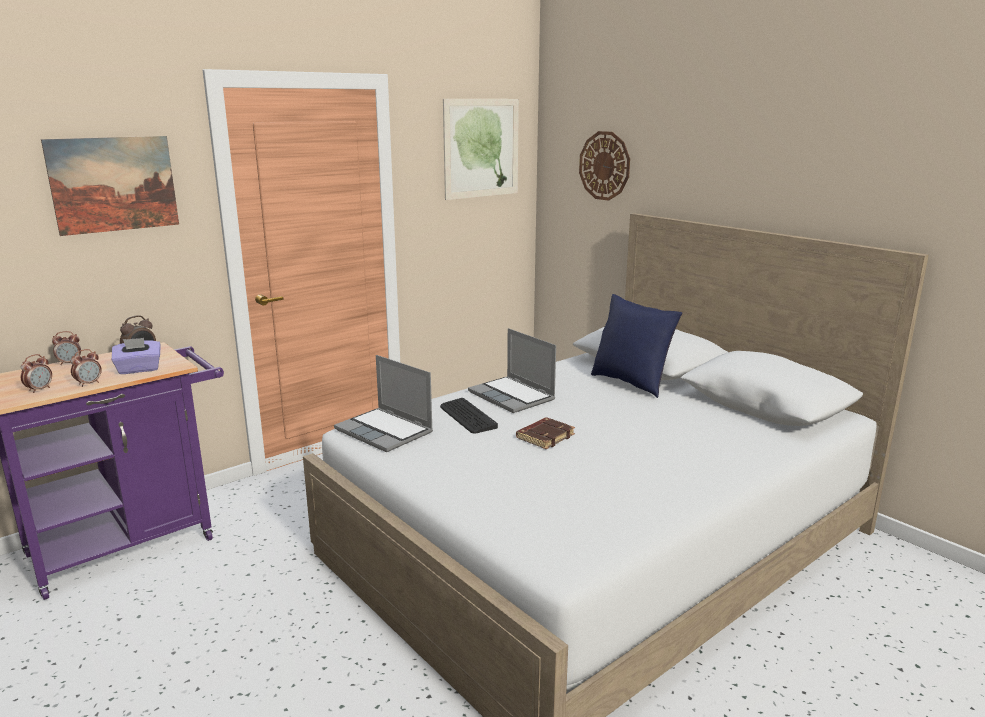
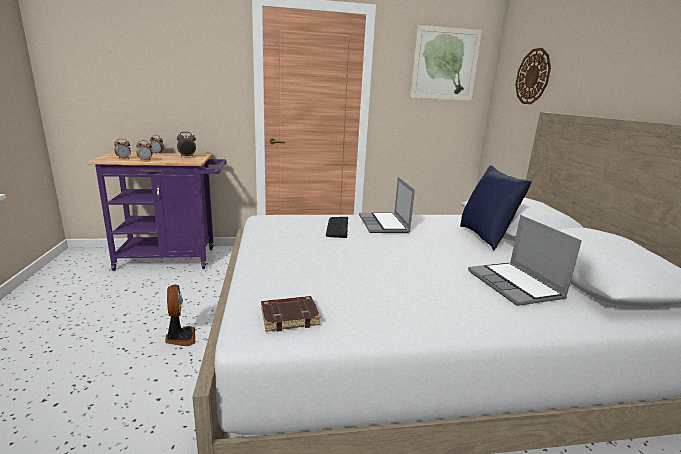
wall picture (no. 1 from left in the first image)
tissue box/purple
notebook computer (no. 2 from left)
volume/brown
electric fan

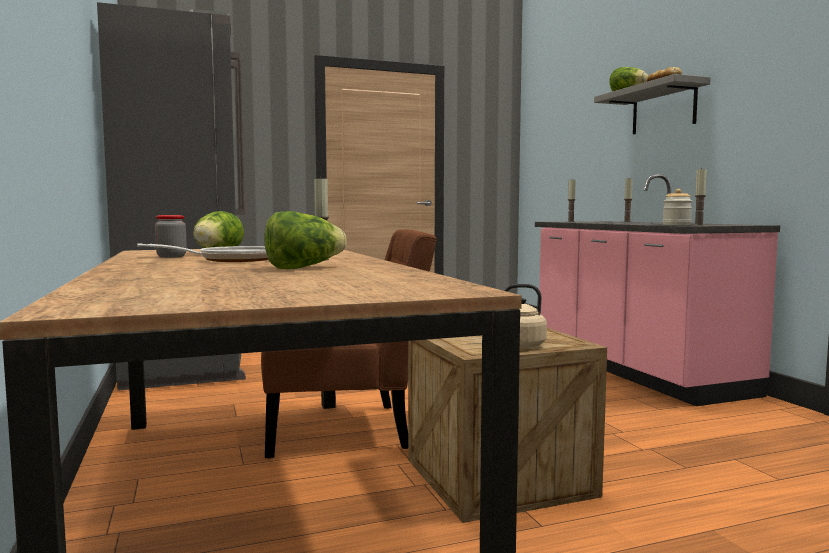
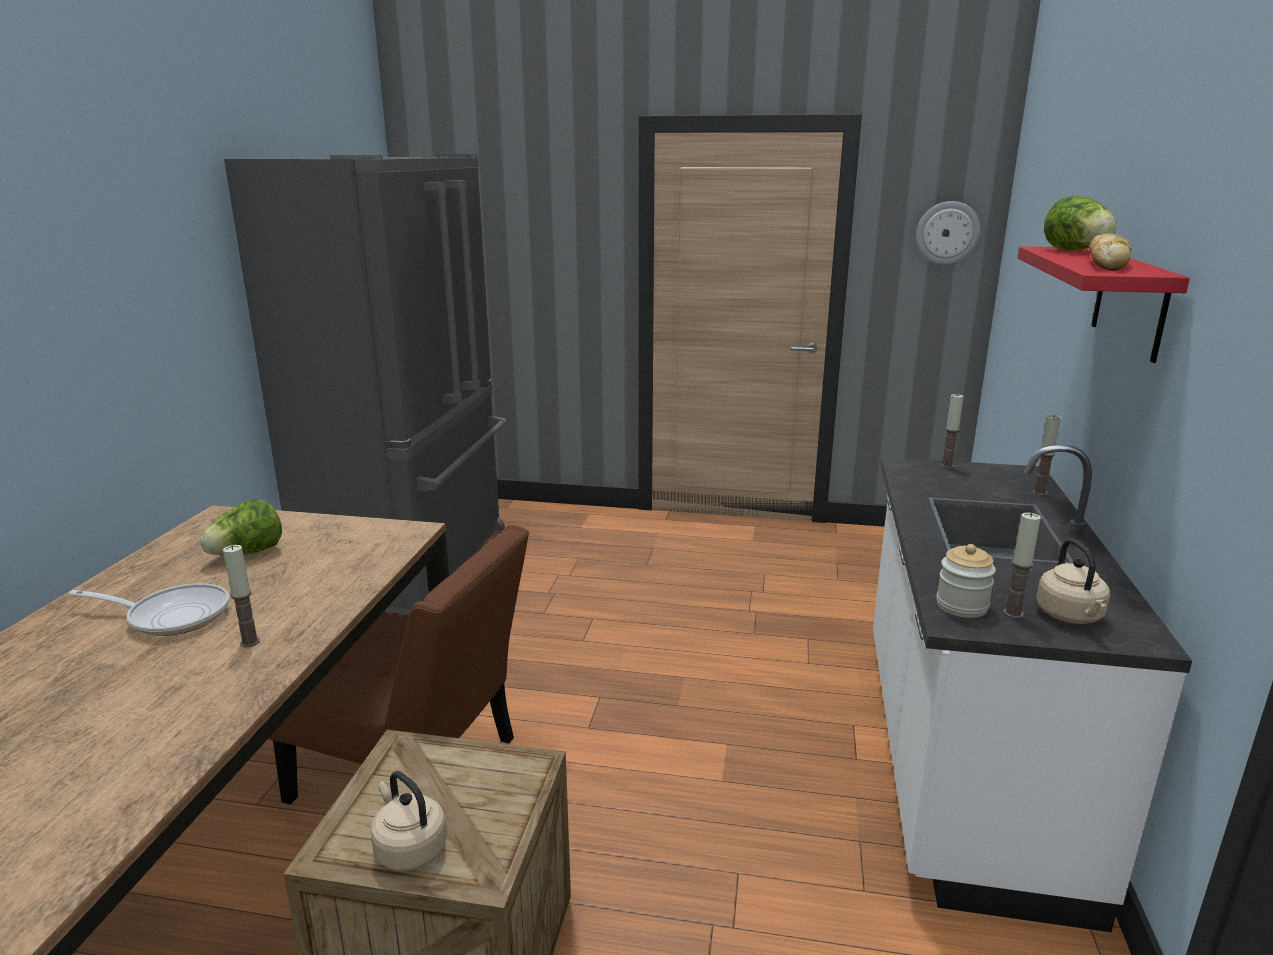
preserve jar (no. 1 from left in the first image)
lettuce head (no. 2 from left in the first image)
kitchen counter/whitish
bracket shelf/red-coloured
hanging clock
kettle/beige (no. 2 from left)

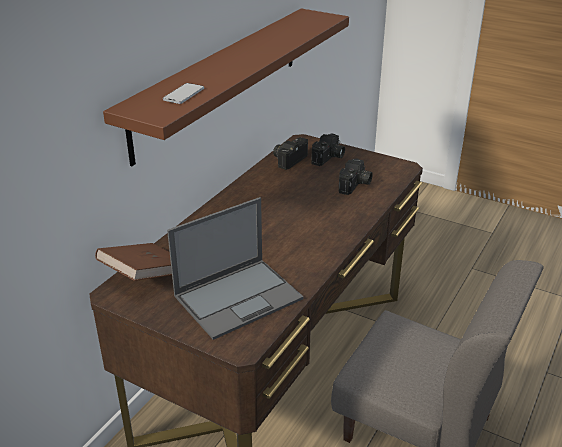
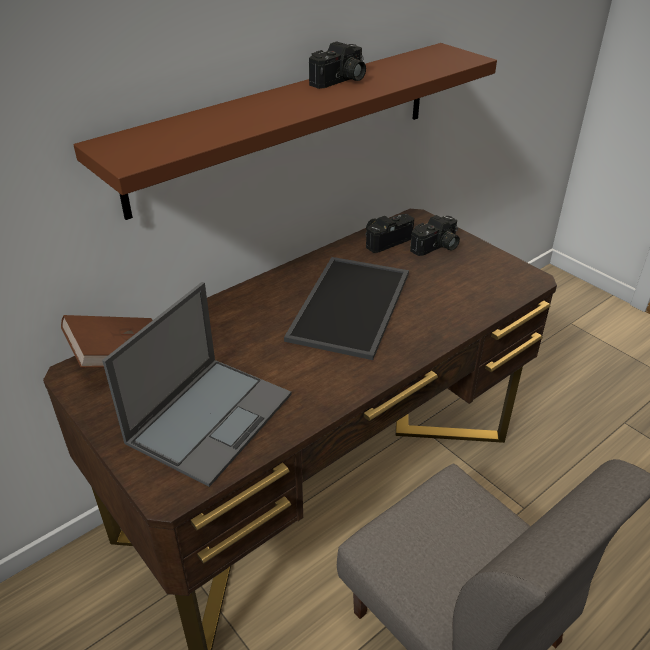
handset
notebook computer
still camera (no. 1 from left)
serving tray

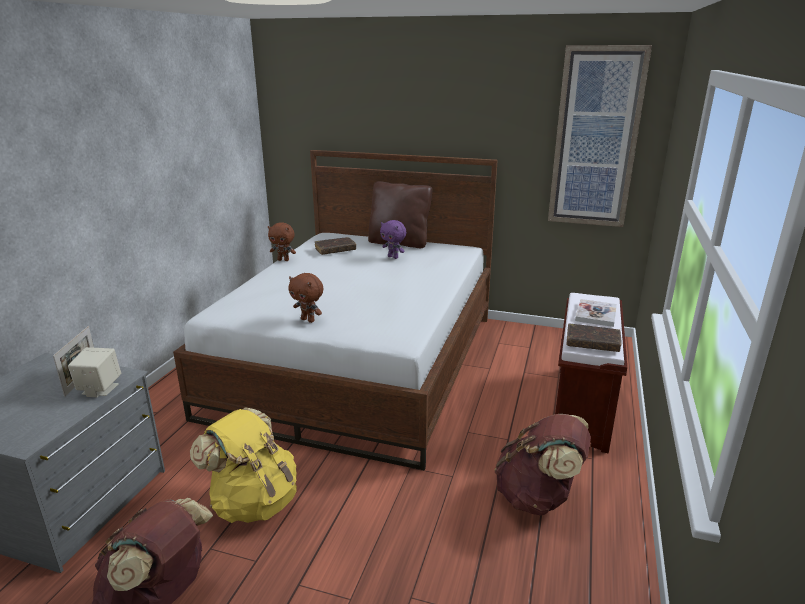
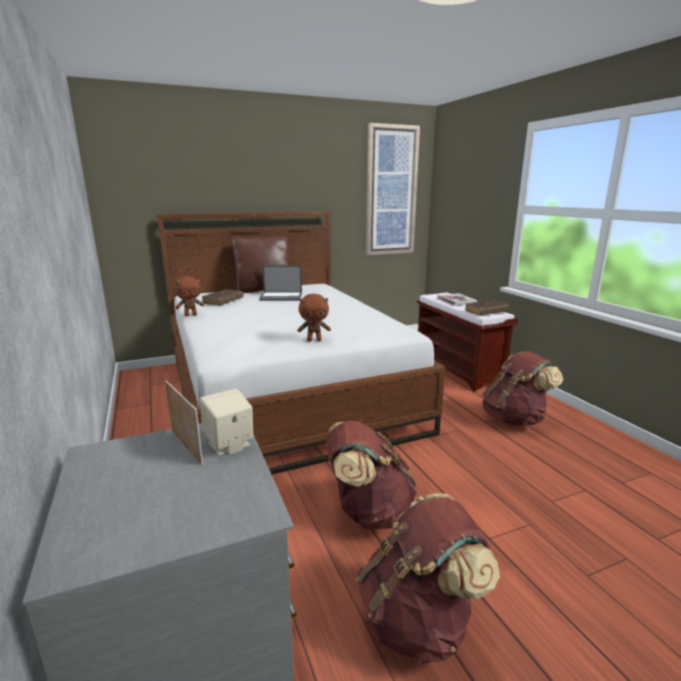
knapsack/brown (no. 1 from left)
notebook computer

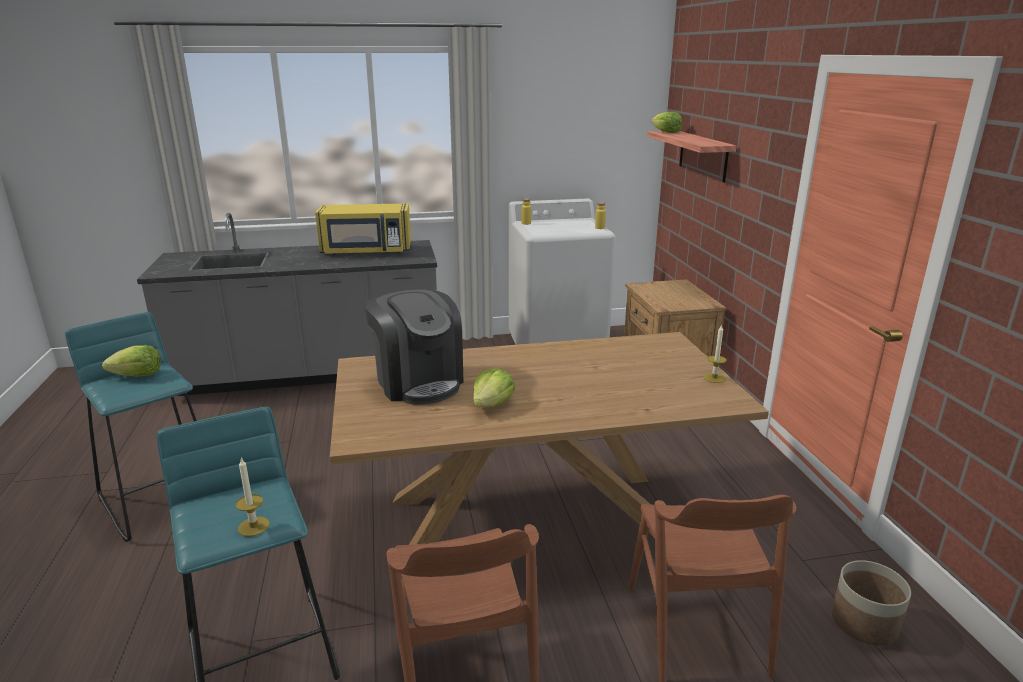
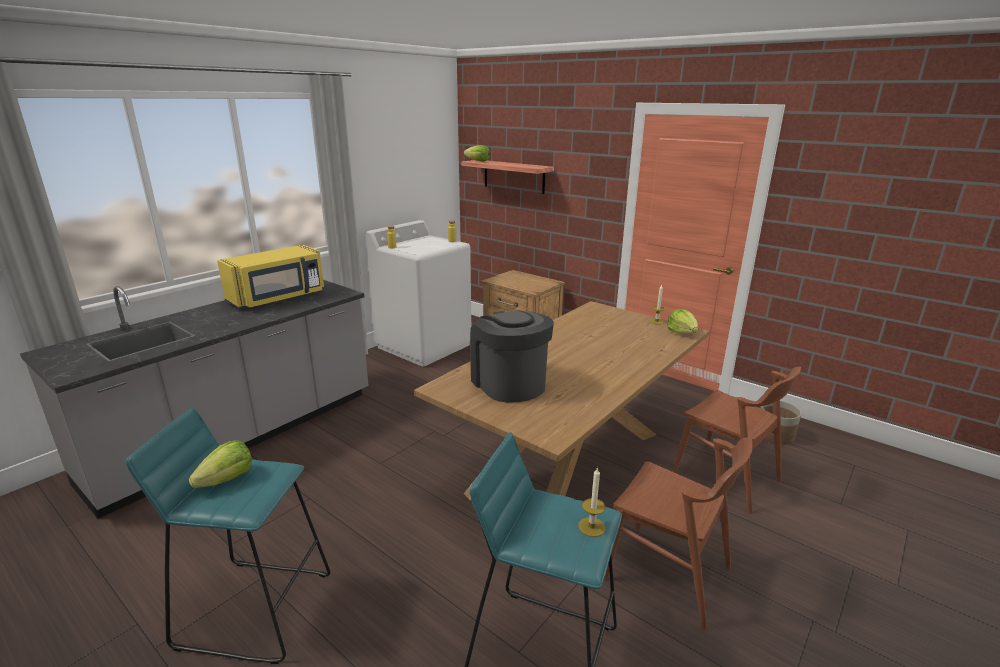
coffee maker
lettuce head (no. 3 from left)

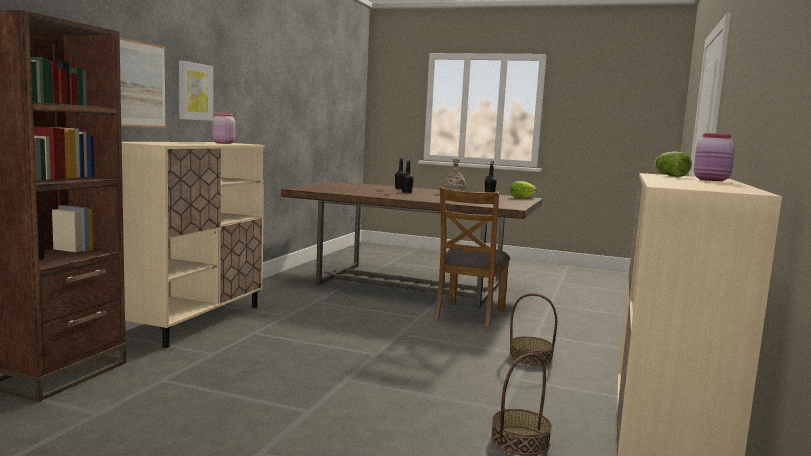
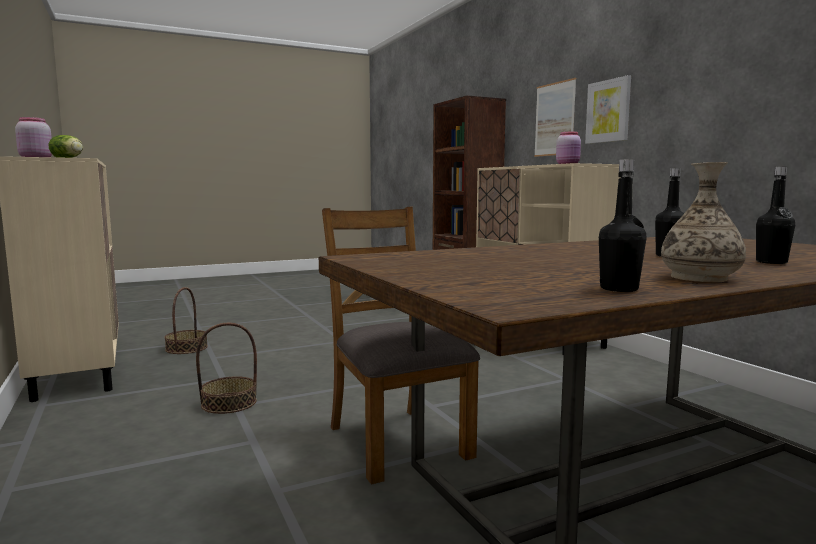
lettuce head (no. 1 from left in the first image)

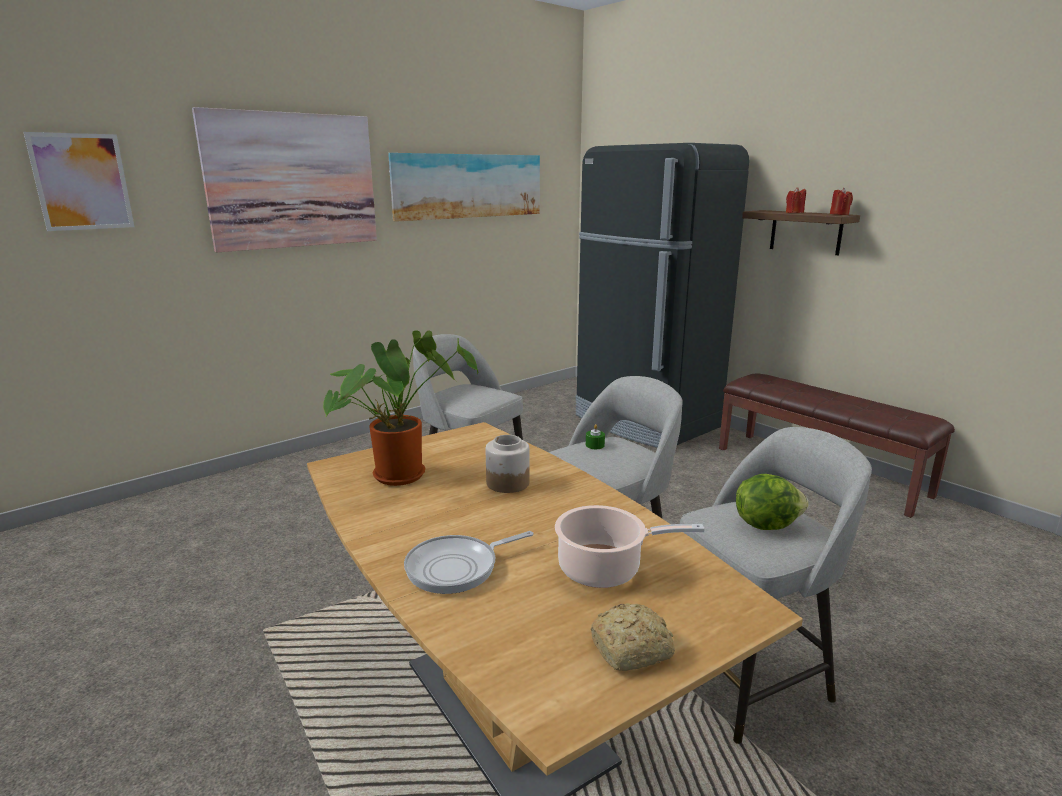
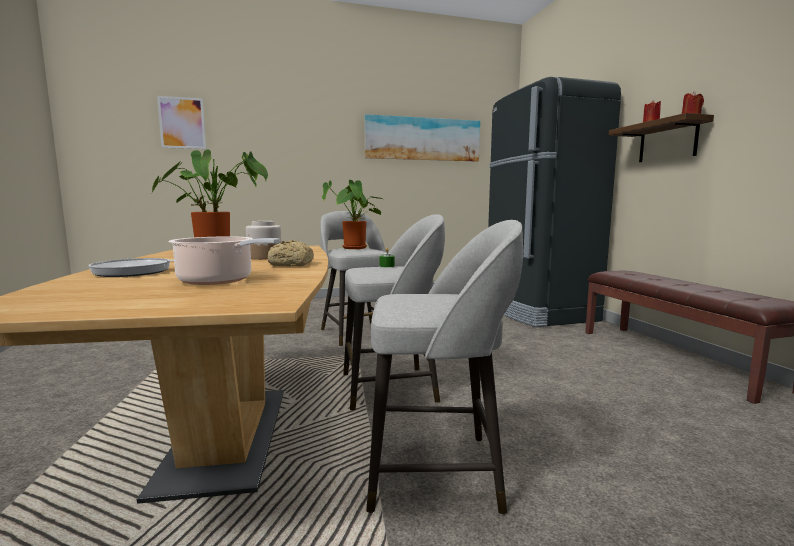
wall picture (no. 2 from left in the first image)
bread
lettuce head
plant in a pot (no. 2 from left)

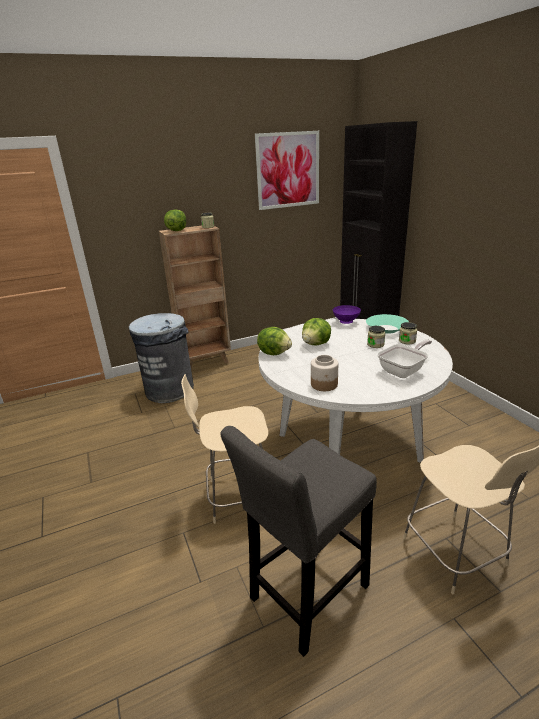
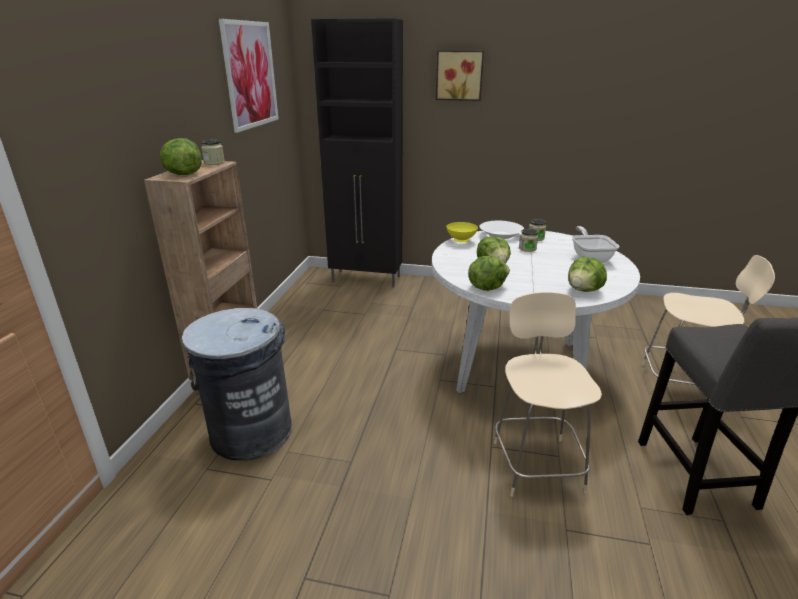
chair/beige (no. 1 from left)
lettuce head (no. 4 from left)
bowl/yellow-coloured
bowl/whitish
wall picture (no. 2 from left)

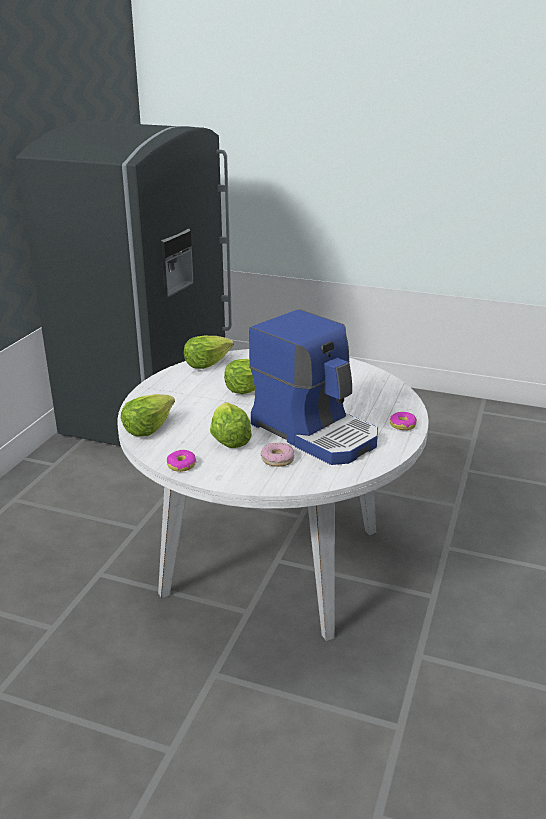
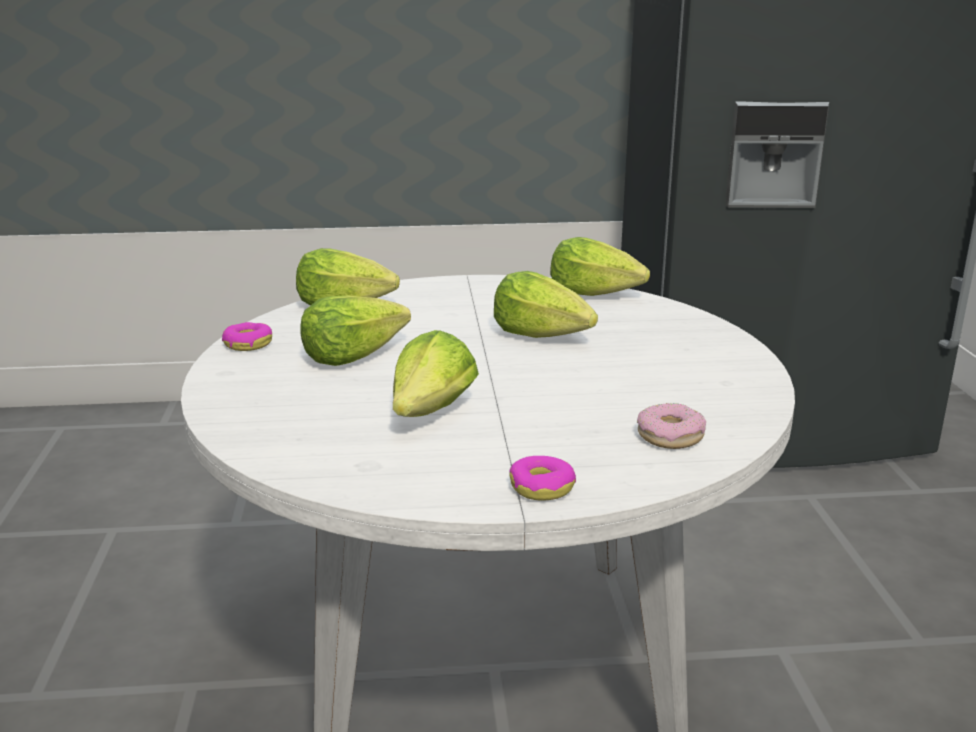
lettuce head (no. 3 from left)
doughnut (no. 3 from left)

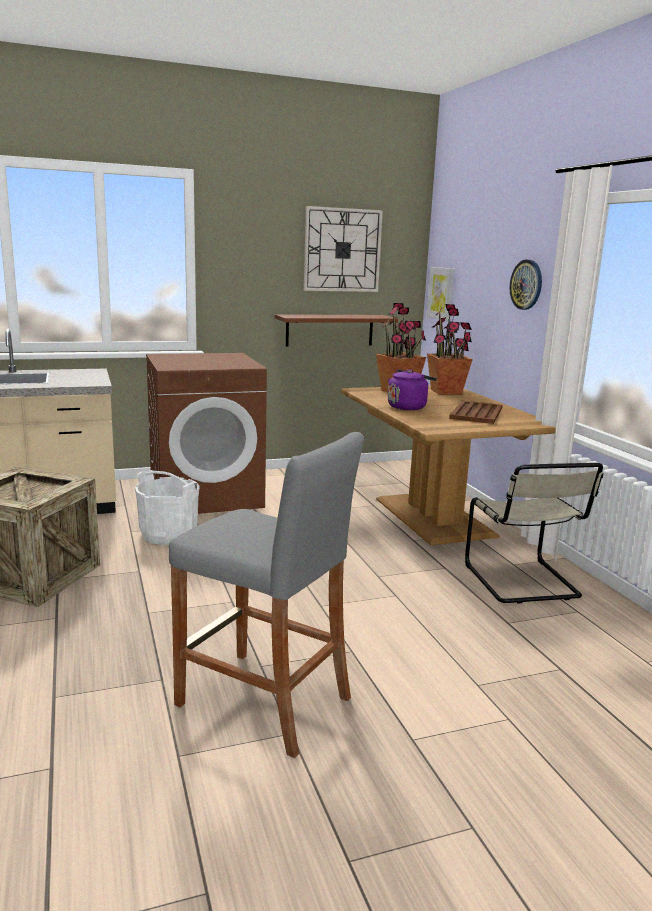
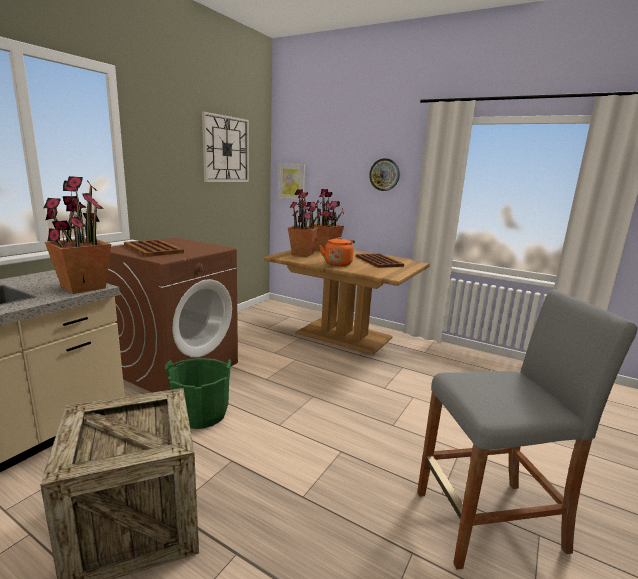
water bucket/green
bracket shelf/brown
kettle/orangey
chair/beige
plant in a pot (no. 1 from left)
serving tray/brown (no. 1 from left)

